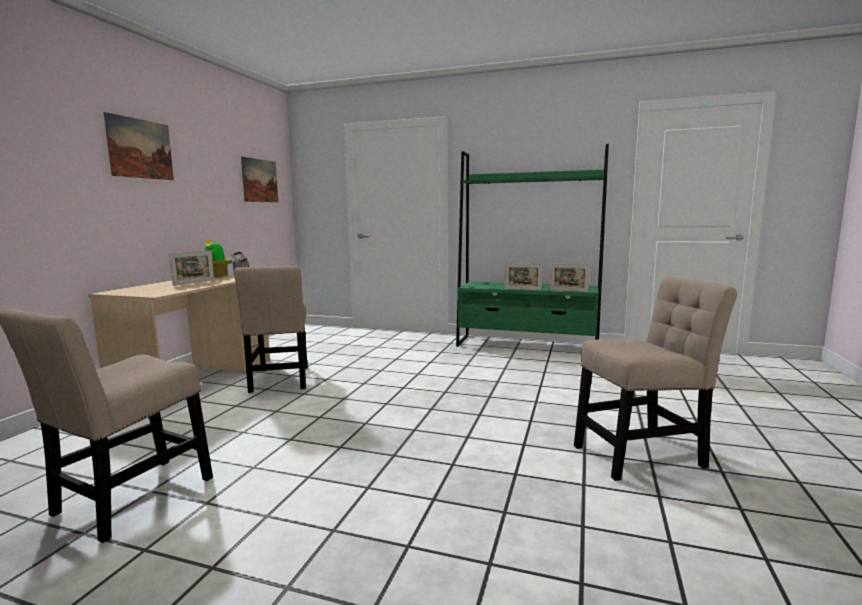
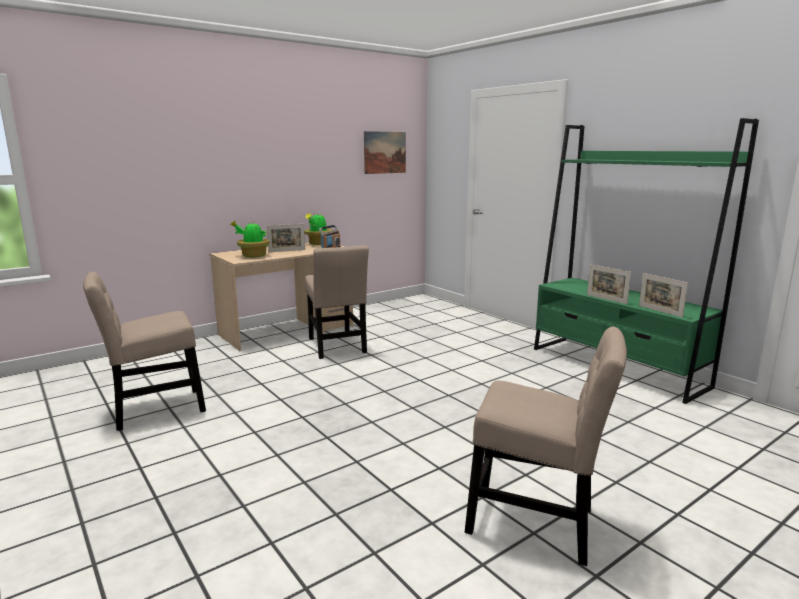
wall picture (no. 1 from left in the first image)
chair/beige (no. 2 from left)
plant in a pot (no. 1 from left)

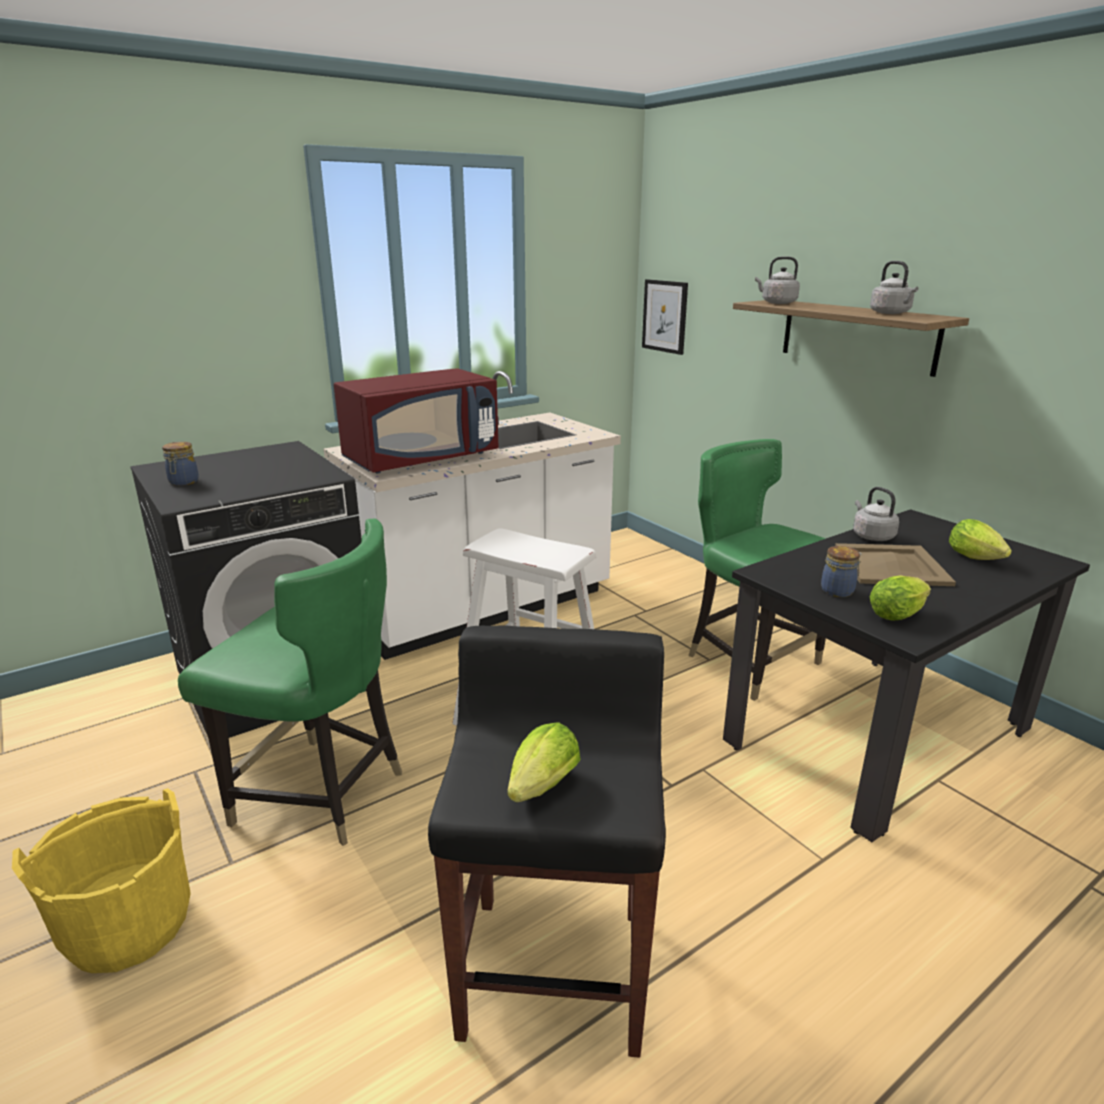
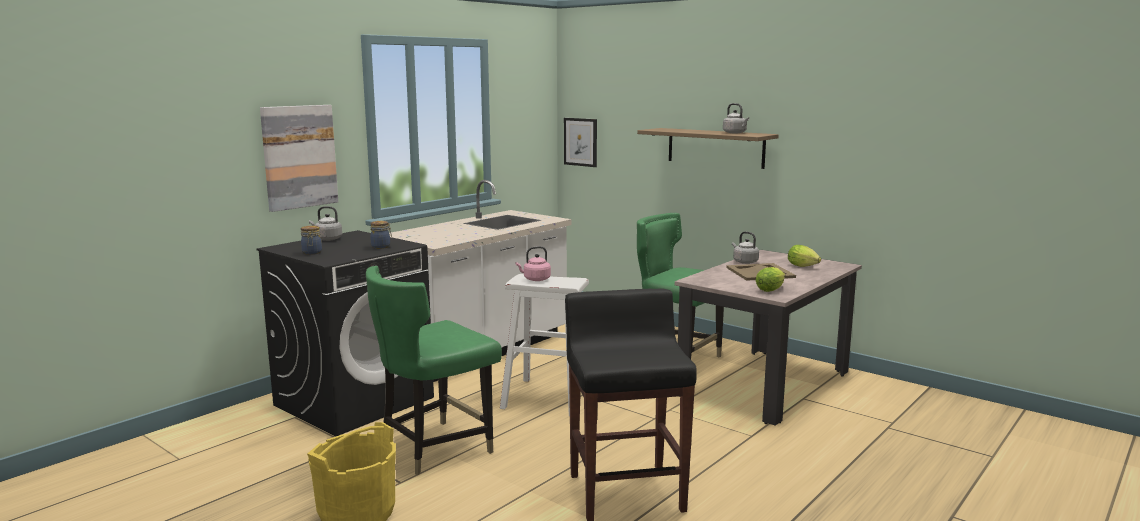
chair/green (no. 1 from left)
kitchen microwave/red-coloured
lettuce head (no. 1 from left in the first image)
kitchen table/beige
kettle/grey (no. 1 from left)
preserve jar (no. 2 from left)
wall picture (no. 1 from left)
kettle/pink

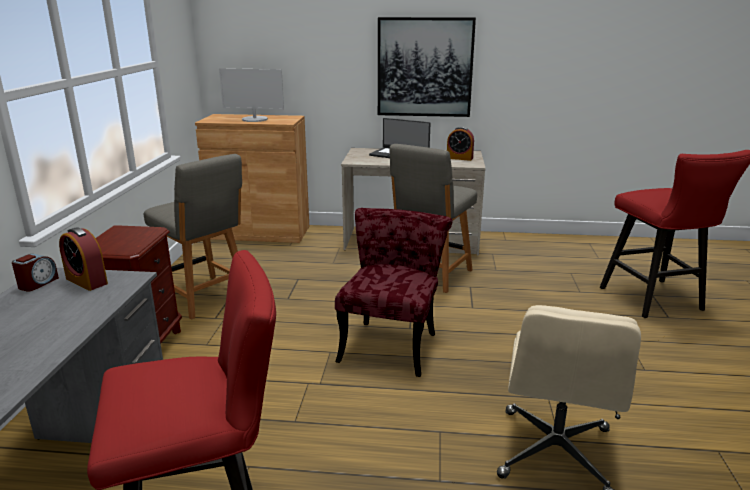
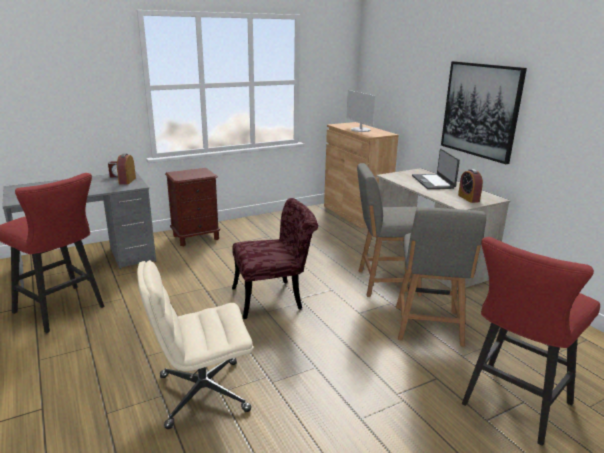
chair/grey (no. 2 from left)

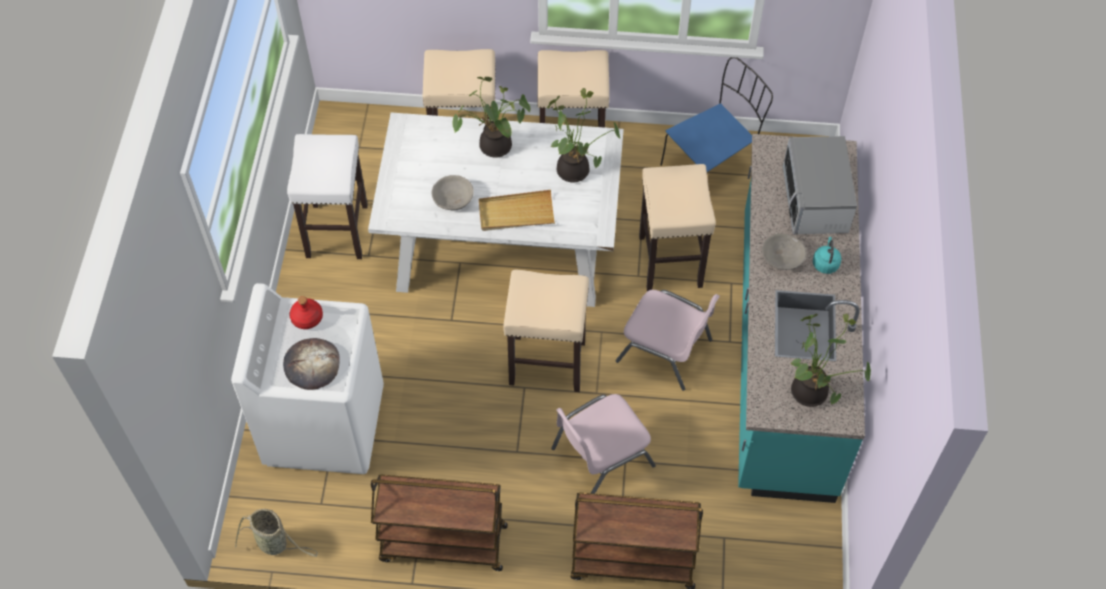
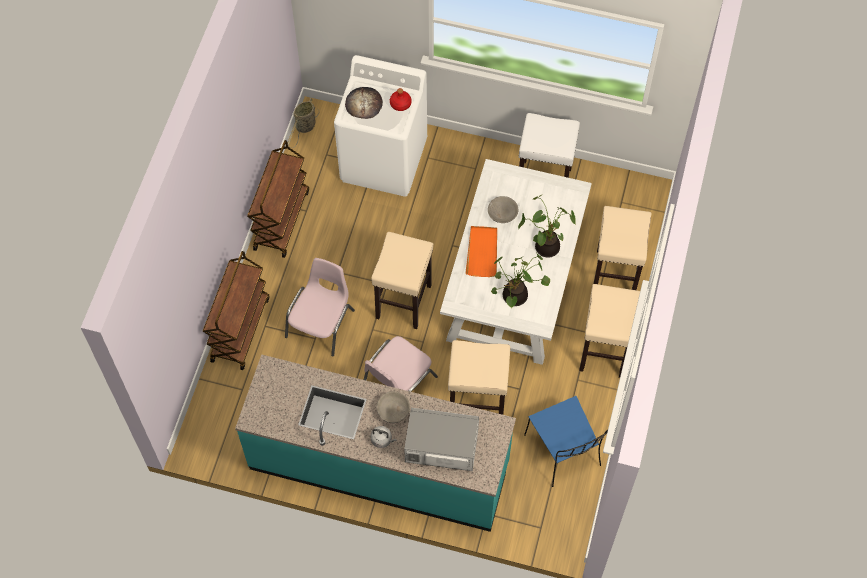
serving tray/orangey
chair/pink (no. 1 from left)
plant in a pot (no. 3 from left in the first image)
kettle/grey

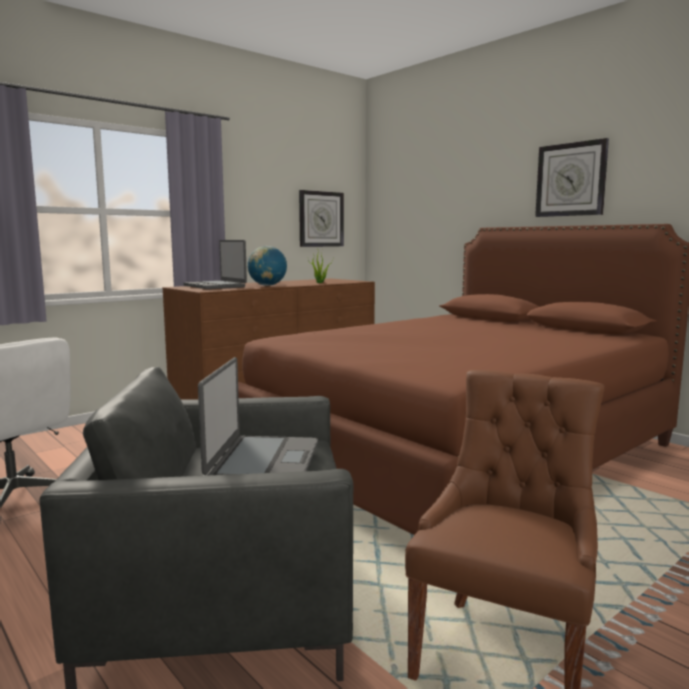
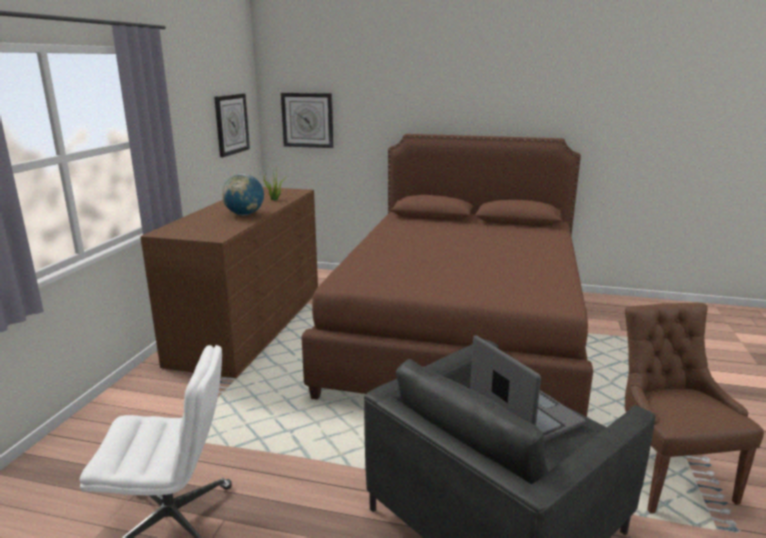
notebook computer (no. 1 from left in the first image)
hanging clock (no. 2 from left)

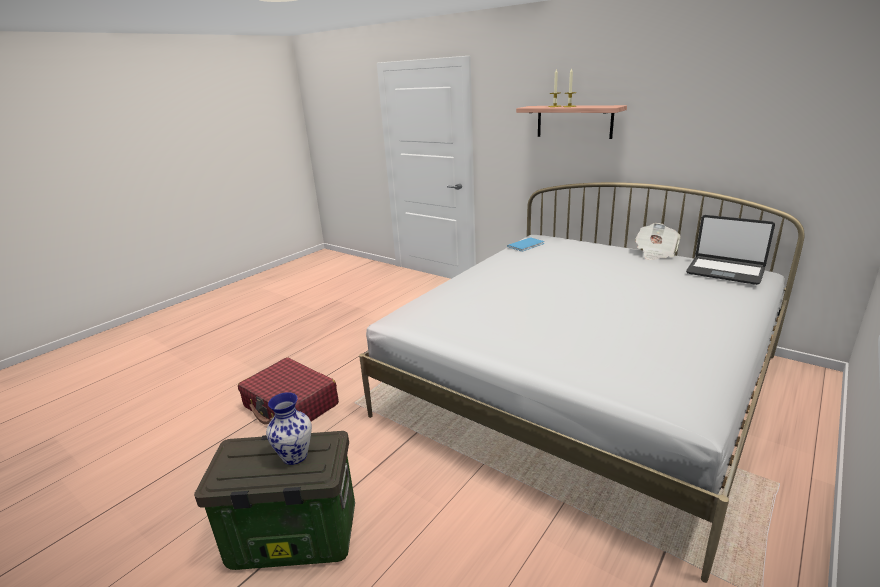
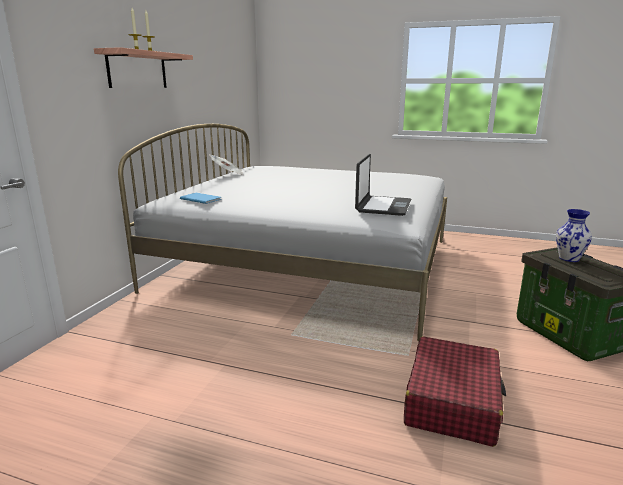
notebook computer

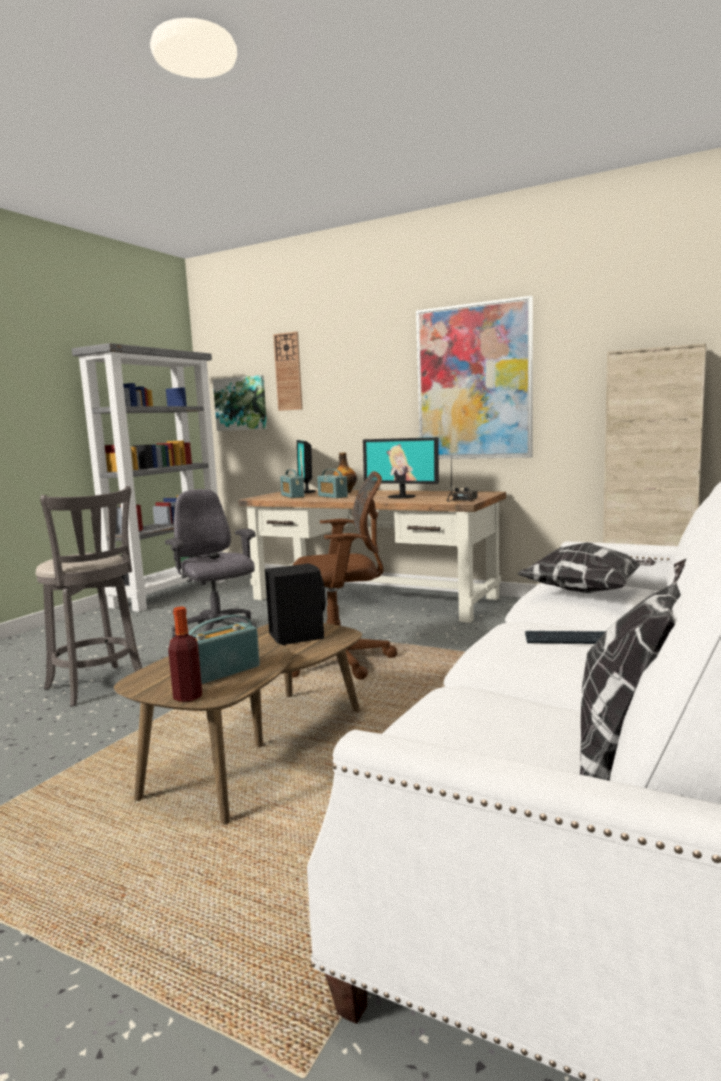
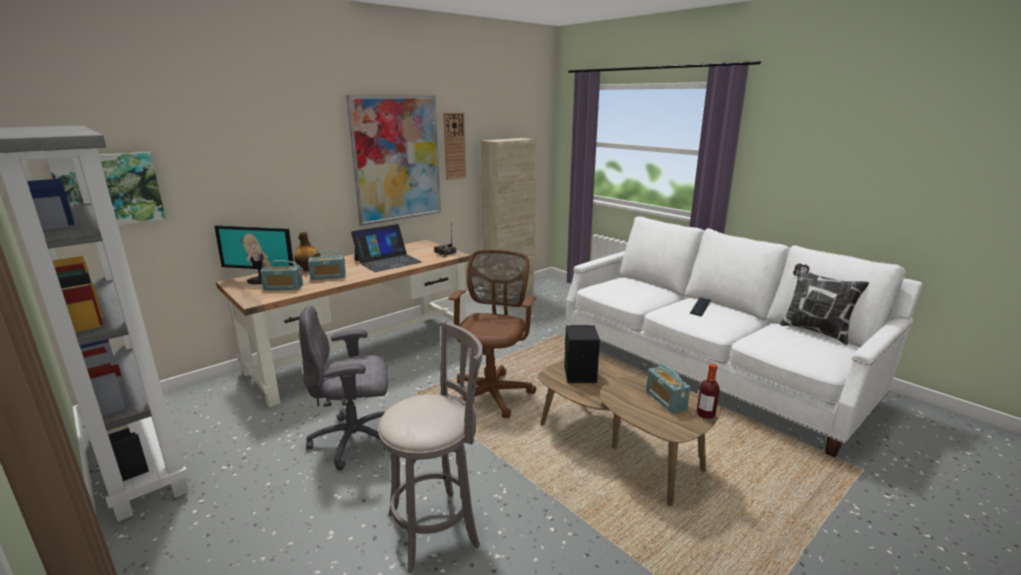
hanging clock
notebook computer
throw pillow (no. 1 from left in the first image)

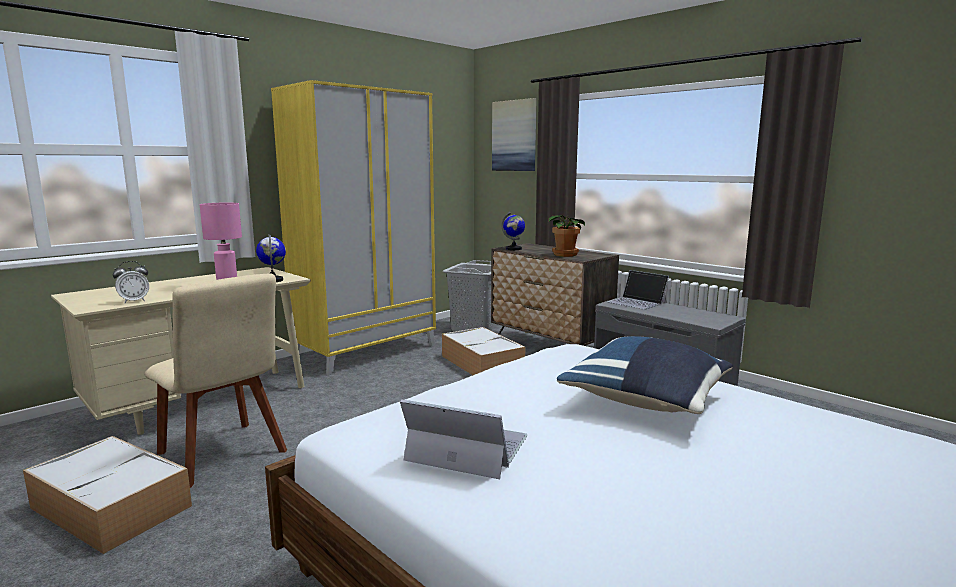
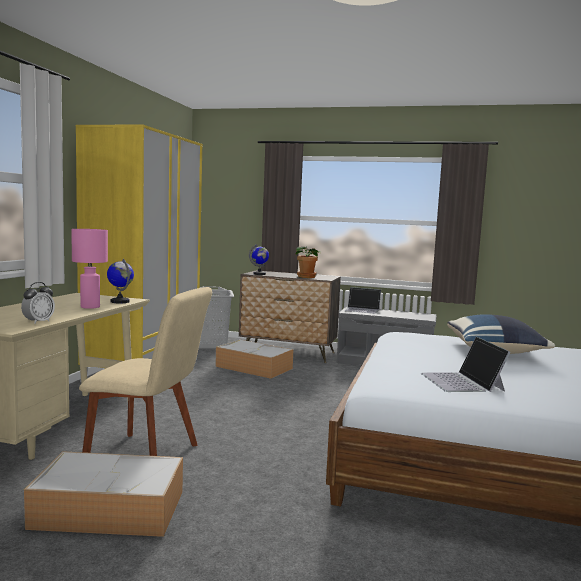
notebook computer (no. 2 from left)
wall picture

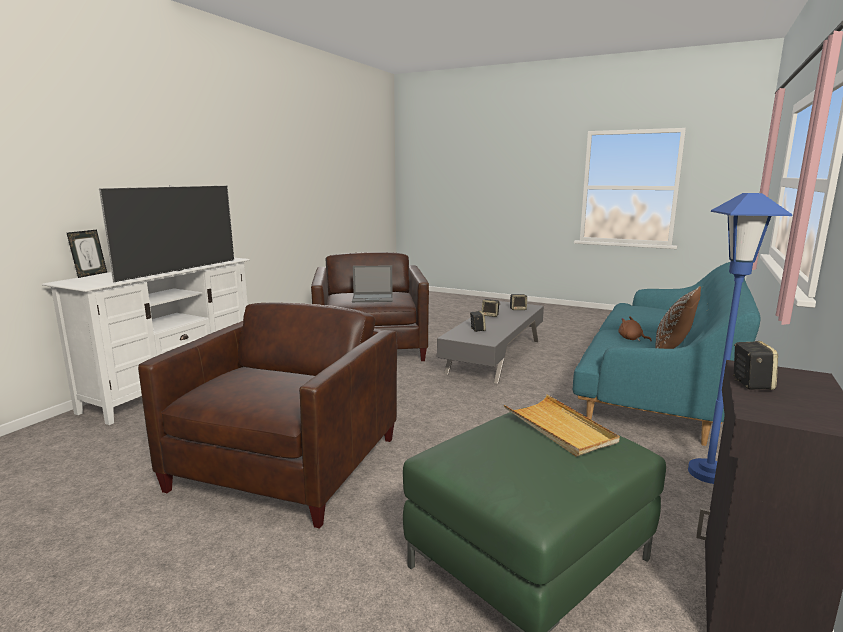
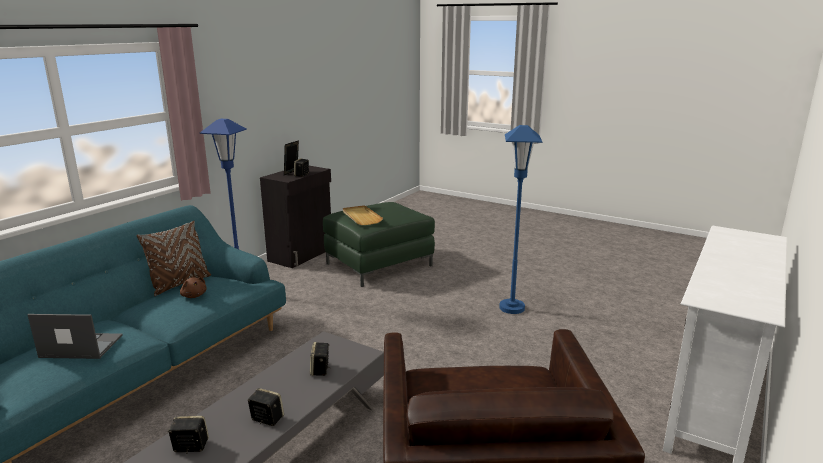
photo frame
TV set
standard lamp/blue (no. 2 from left)
notebook computer

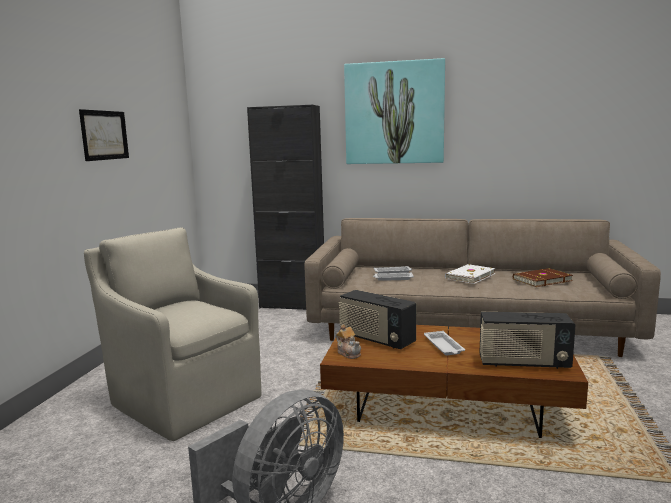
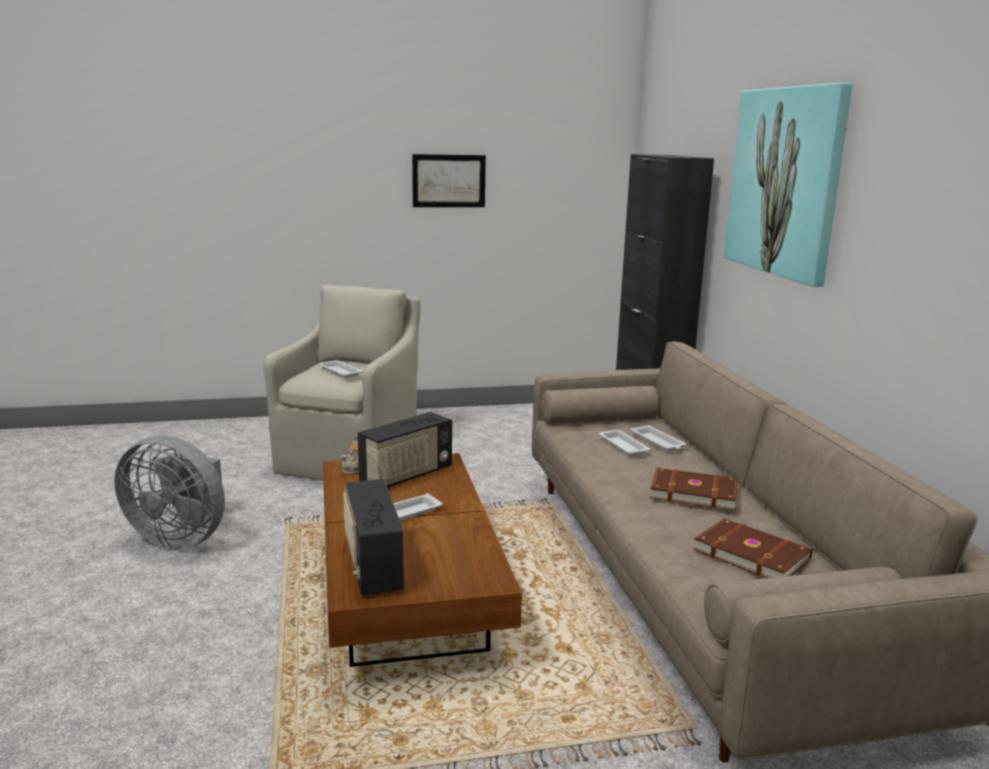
radio receiver (no. 2 from left)
volume/brown (no. 1 from left)
serving tray/whitish (no. 1 from left)

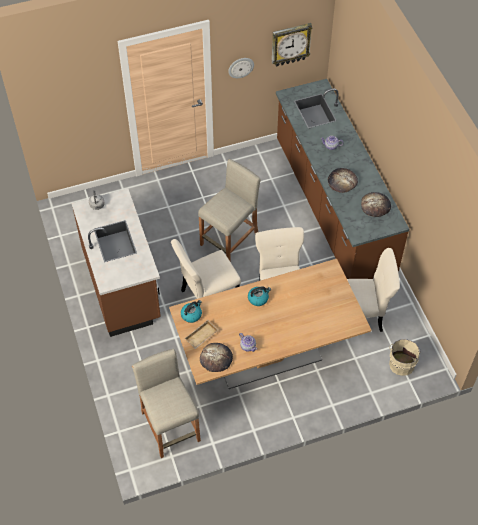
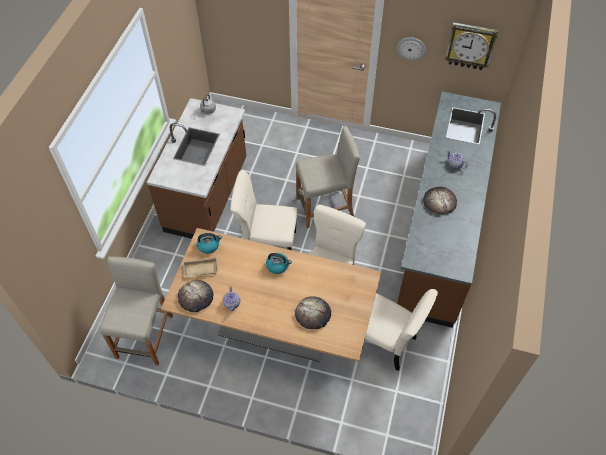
bread (no. 2 from left)
water bucket/beige

